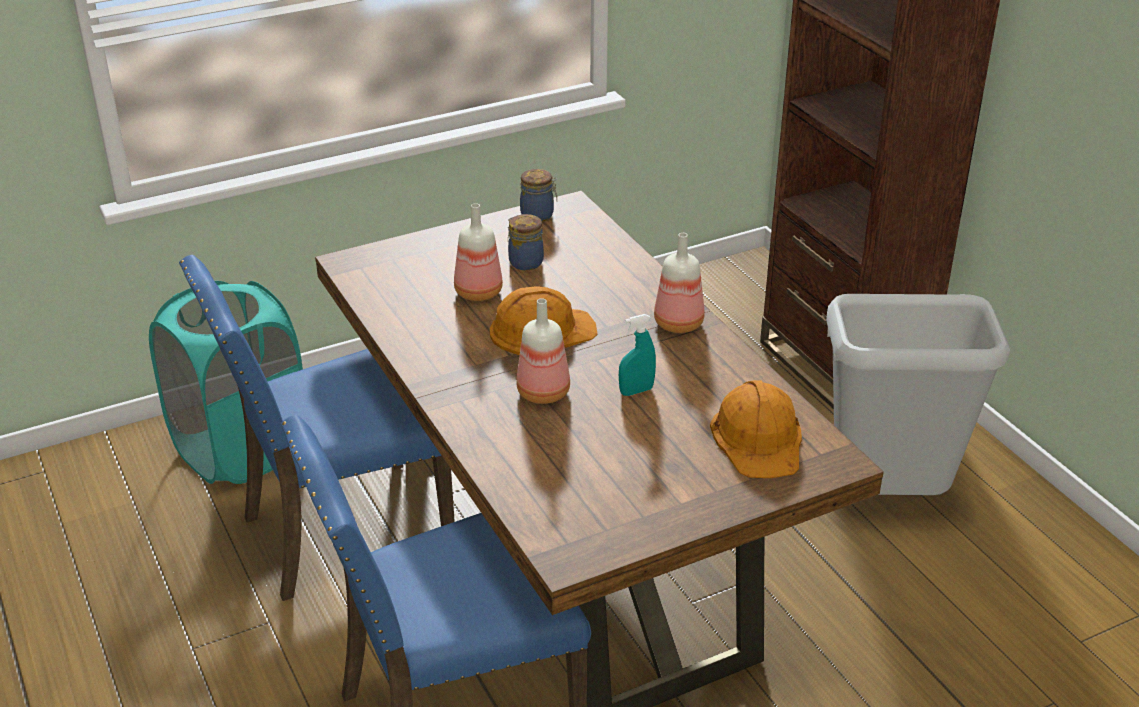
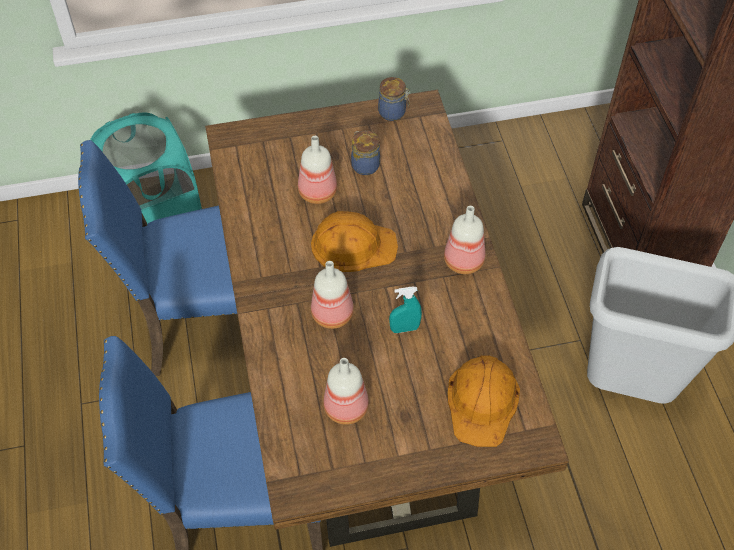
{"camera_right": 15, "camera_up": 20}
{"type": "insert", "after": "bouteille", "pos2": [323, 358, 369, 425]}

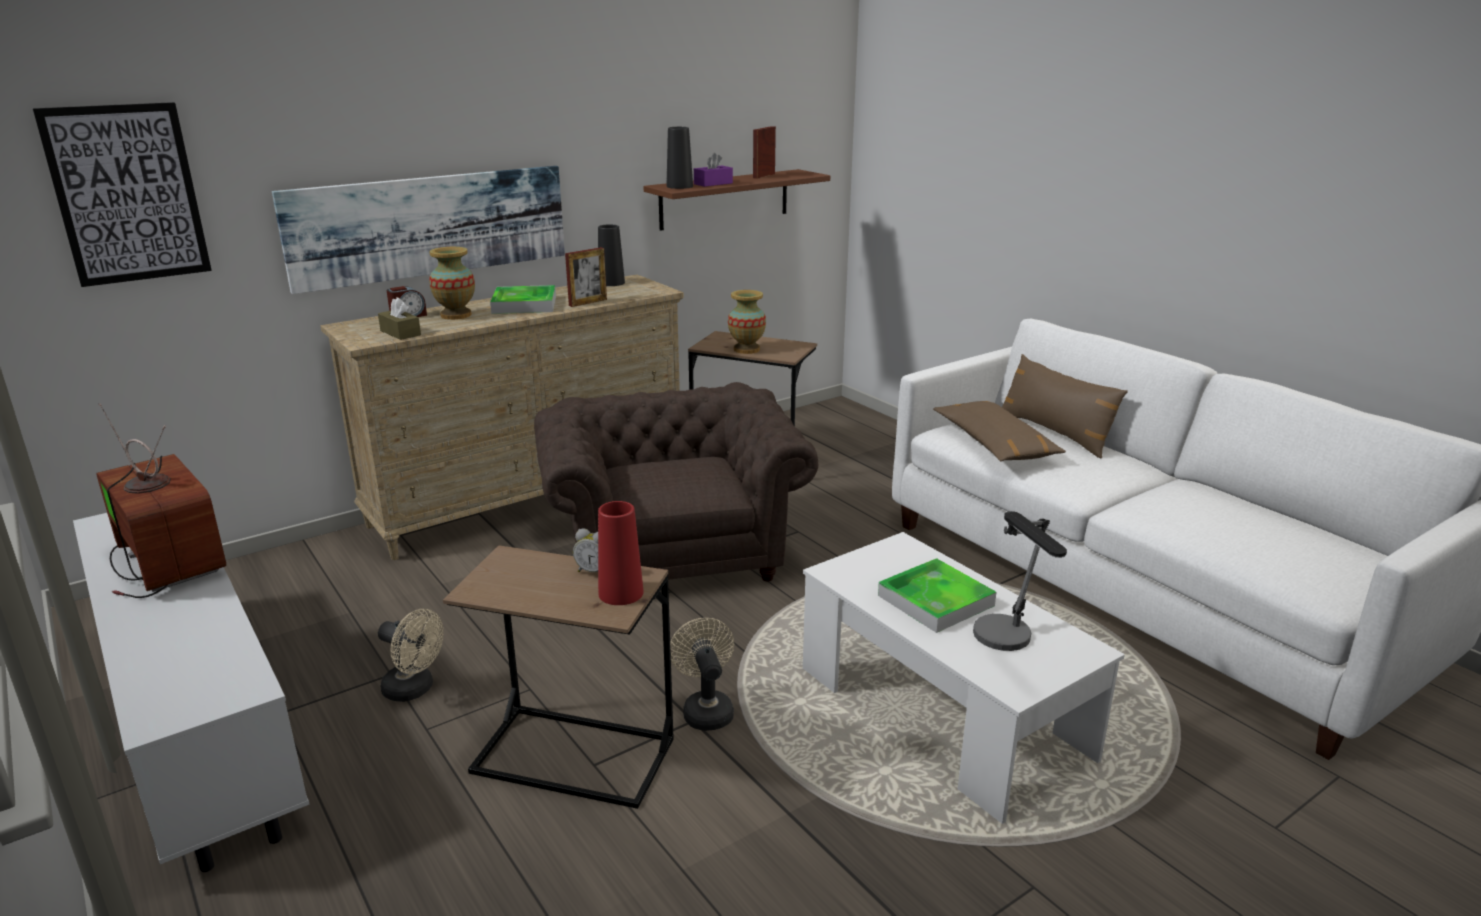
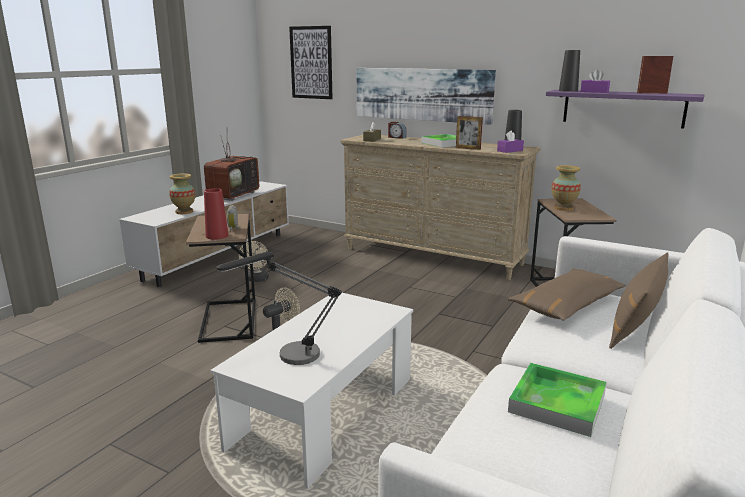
{"camera_right": 65, "camera_up": -5}
{"type": "delete", "before": "fauteuil/marron", "pos1": [534, 382, 818, 582]}
{"type": "insert", "after": "boîte à mouchoirs/violet", "pos2": [497, 130, 524, 153]}
{"type": "move", "before": "vase", "pos1": [429, 247, 475, 320], "pos2": [169, 174, 195, 214]}
{"type": "move", "before": "plateau", "pos1": [878, 558, 997, 633], "pos2": [508, 363, 607, 437]}
{"type": "recolor", "before": "étagère/marron", "after": "étagère/violet", "pos1": [643, 169, 830, 231], "pos2": [546, 90, 705, 129]}

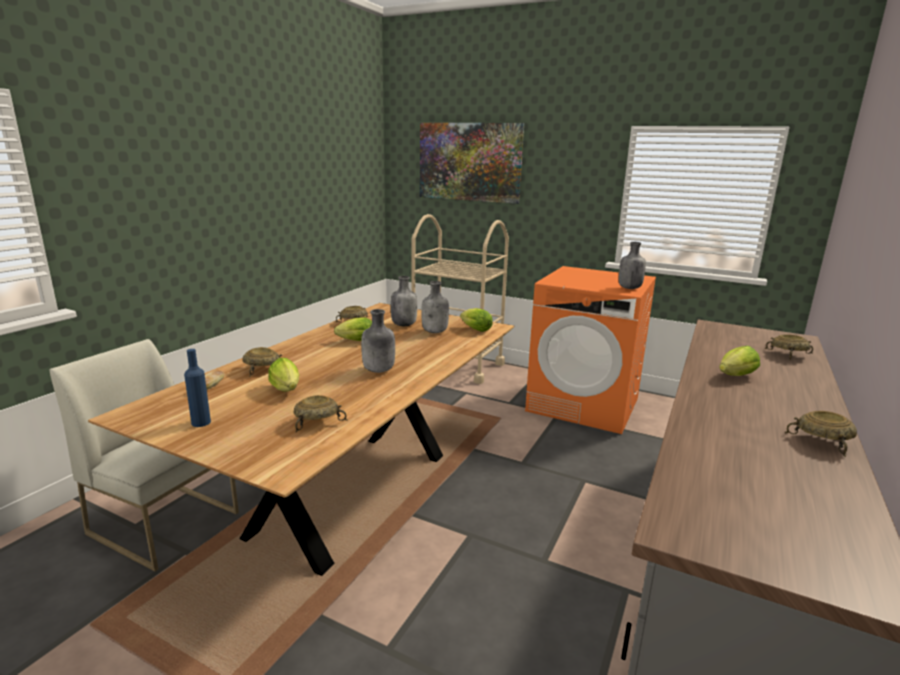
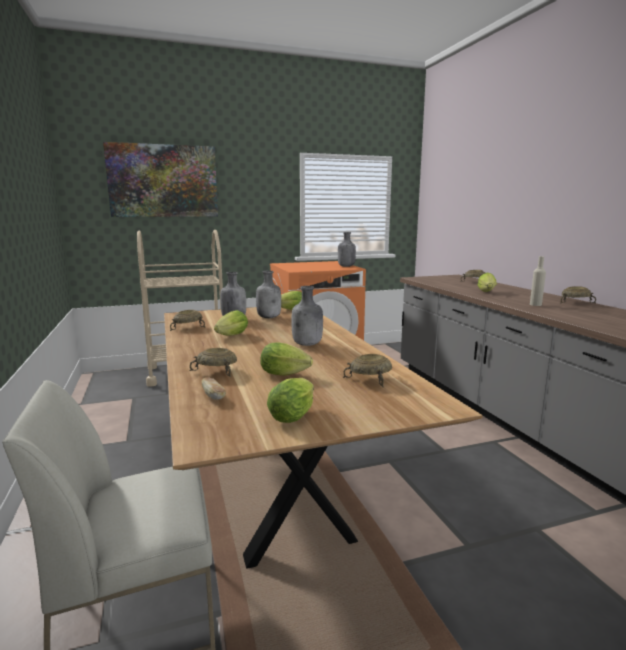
{"camera_right": -45, "camera_up": -5}
{"type": "insert", "after": "bouteille/beige", "pos2": [530, 256, 546, 306]}
{"type": "replace", "before": "bouteille/bleu", "after": "laitue", "pos1": [184, 349, 211, 427], "pos2": [267, 378, 314, 423]}

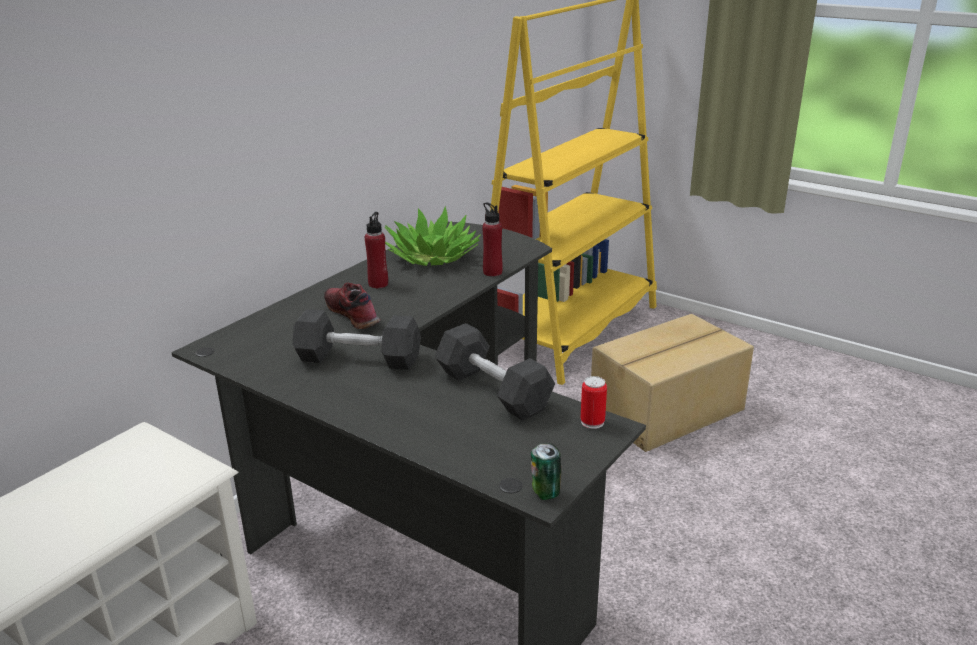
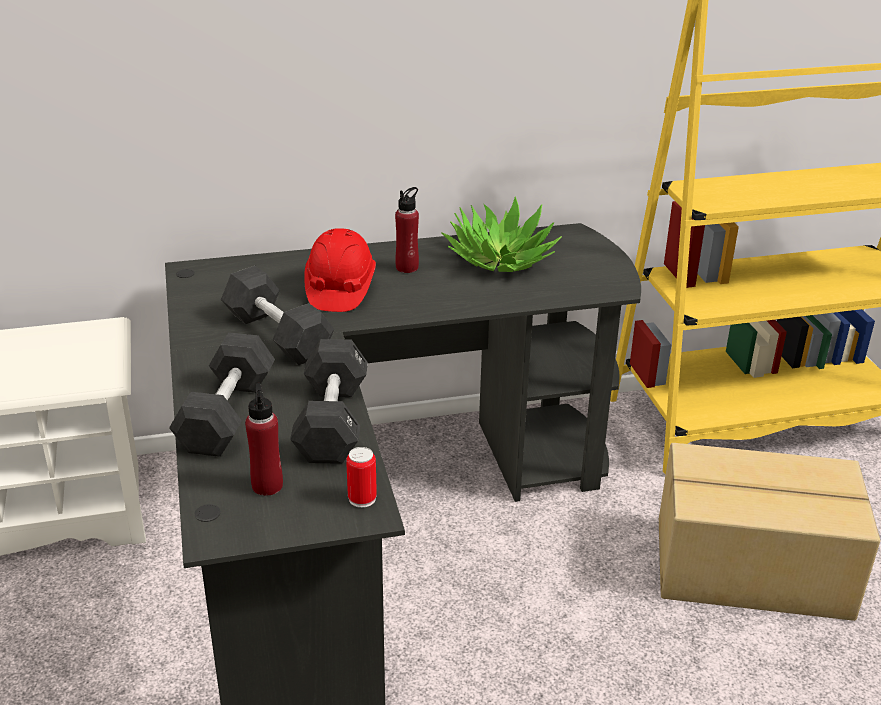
{"camera_right": 40, "camera_up": 5}
{"type": "delete", "before": "boîte métallique", "pos1": [531, 443, 561, 500]}
{"type": "insert", "after": "haltère/gris", "pos2": [169, 333, 275, 457]}
{"type": "move", "before": "bouteille/rouge", "pos1": [482, 202, 503, 276], "pos2": [245, 383, 283, 496]}
{"type": "replace", "before": "chaussure", "after": "casque de chantier/rouge", "pos1": [324, 282, 380, 329], "pos2": [304, 228, 376, 312]}

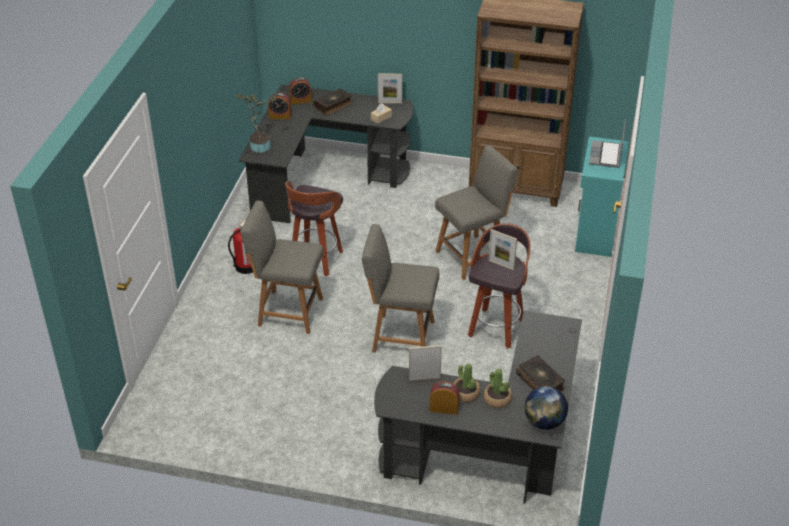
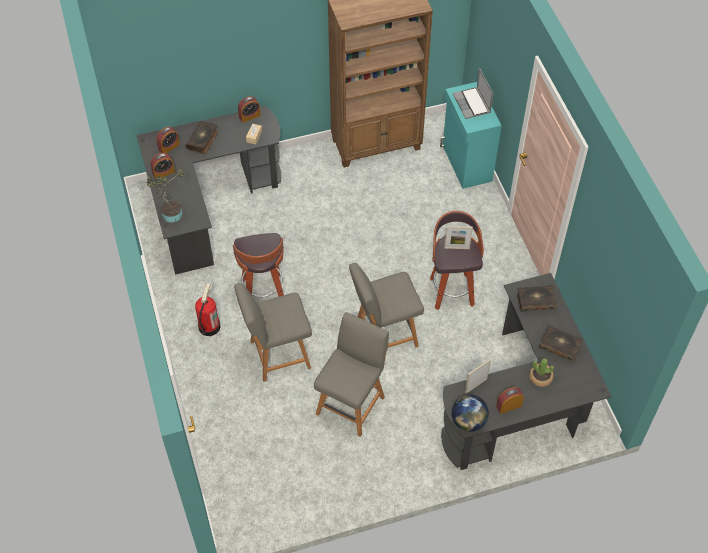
{"camera_right": -30, "camera_up": 15}
{"type": "delete", "before": "plante en pot", "pos1": [453, 363, 480, 402]}
{"type": "insert", "after": "livre", "pos2": [517, 285, 557, 311]}
{"type": "move", "before": "chaise/gris", "pos1": [435, 145, 518, 280], "pos2": [314, 312, 389, 437]}
{"type": "move", "before": "globe", "pos1": [525, 386, 568, 430], "pos2": [452, 395, 489, 432]}
{"type": "replace", "before": "cadre photo", "after": "réveil", "pos1": [378, 74, 402, 103], "pos2": [238, 96, 261, 123]}

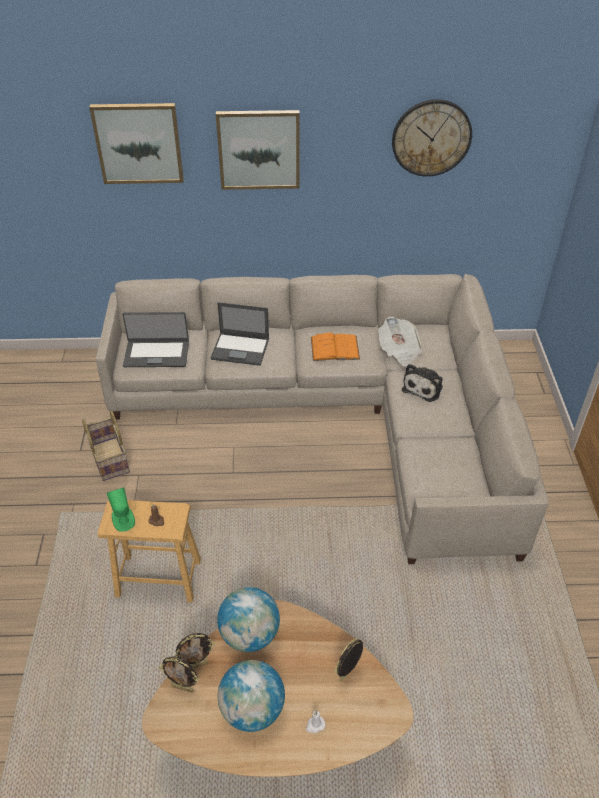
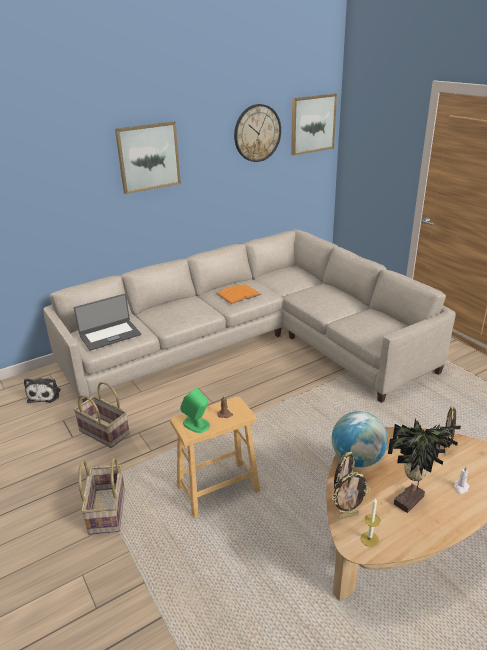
{"camera_right": -30, "camera_up": -15}
{"type": "delete", "before": "ordinateur portable", "pos1": [211, 302, 269, 366]}
{"type": "delete", "before": "journal", "pos1": [378, 316, 423, 367]}
{"type": "insert", "after": "panier", "pos2": [78, 457, 125, 535]}
{"type": "insert", "after": "bougie", "pos2": [361, 497, 380, 547]}
{"type": "move", "before": "tableau", "pos1": [89, 103, 184, 184], "pos2": [291, 94, 337, 155]}
{"type": "move", "before": "peluche", "pos1": [402, 364, 443, 402], "pos2": [24, 378, 60, 403]}
{"type": "replace", "before": "globe", "after": "plante en pot", "pos1": [218, 660, 285, 732], "pos2": [388, 418, 461, 513]}

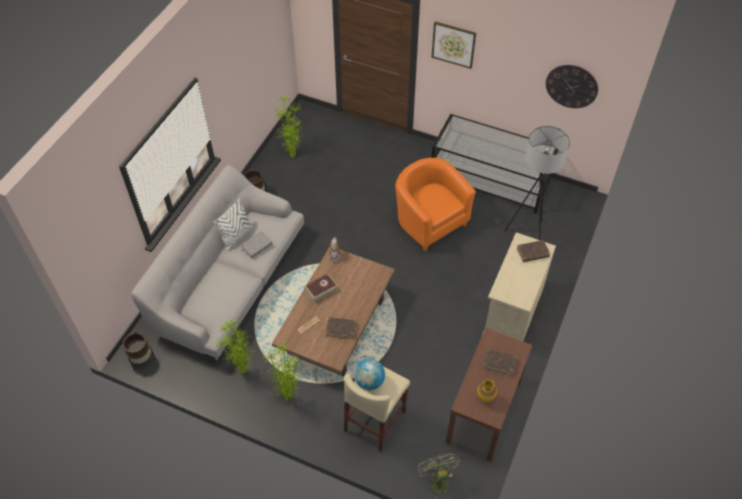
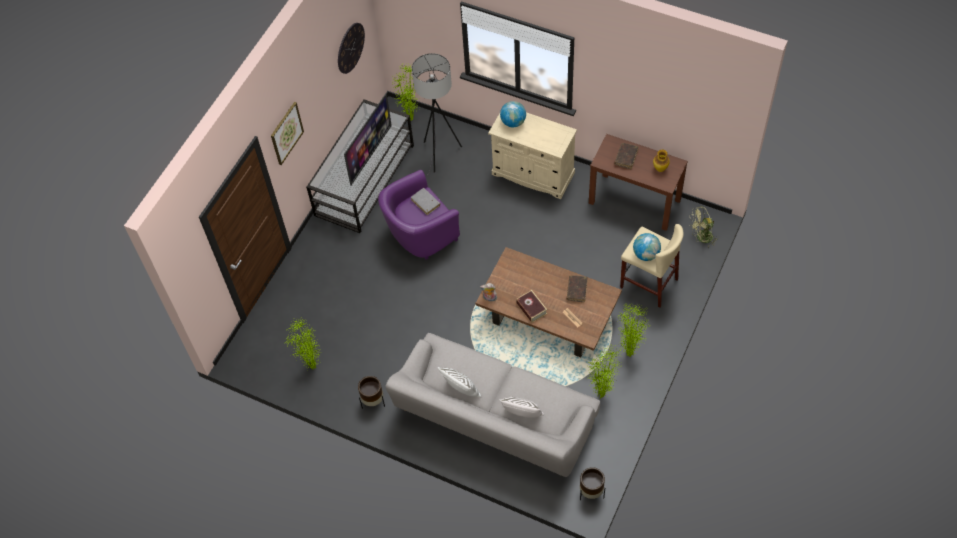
{"camera_right": -85, "camera_up": 5}
{"type": "insert", "after": "téléviseur", "pos2": [344, 93, 392, 186]}
{"type": "insert", "after": "plante en pot", "pos2": [392, 63, 420, 121]}
{"type": "insert", "after": "coussin/blanc", "pos2": [499, 397, 544, 418]}
{"type": "move", "before": "livre/gris", "pos1": [241, 232, 272, 258], "pos2": [411, 188, 440, 215]}
{"type": "replace", "before": "livre/marron", "after": "globe", "pos1": [517, 240, 550, 262], "pos2": [500, 101, 526, 127]}
{"type": "recolor", "before": "fauteuil/orange", "after": "fauteuil/violet", "pos1": [395, 158, 476, 251], "pos2": [378, 170, 460, 260]}

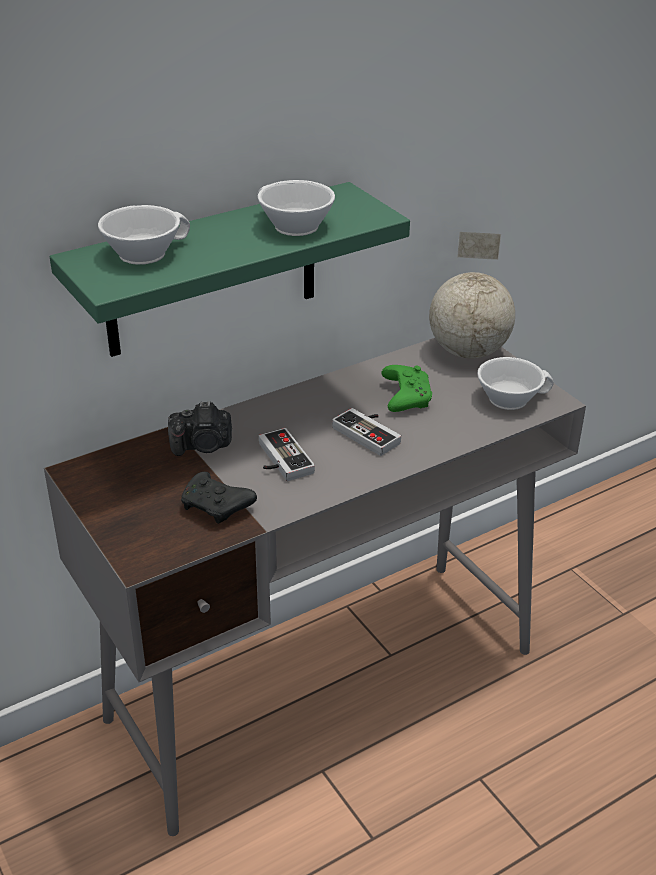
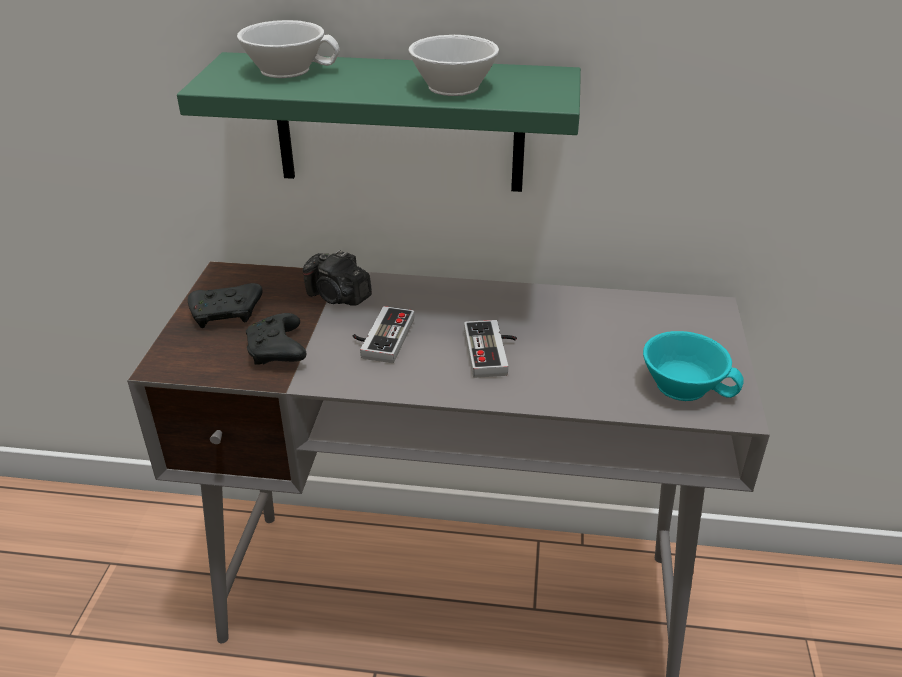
{"camera_right": 40, "camera_up": 0}
{"type": "delete", "before": "manette/vert", "pos1": [381, 365, 432, 412]}
{"type": "delete", "before": "globe", "pos1": [429, 232, 515, 359]}
{"type": "insert", "after": "manette/noir", "pos2": [188, 283, 263, 328]}
{"type": "recolor", "before": "tasse/blanc", "after": "tasse/turquoise", "pos1": [477, 357, 554, 410], "pos2": [643, 331, 744, 401]}

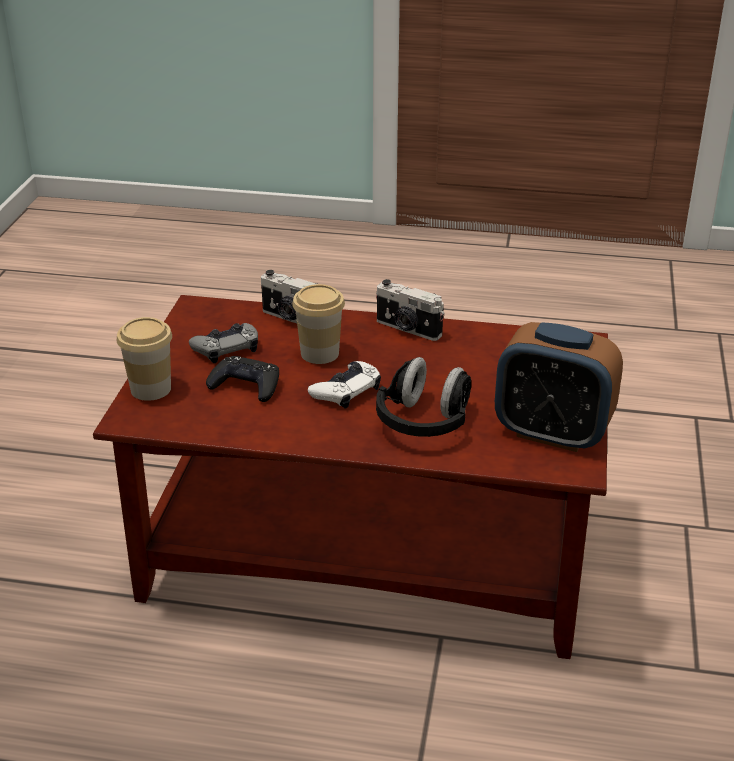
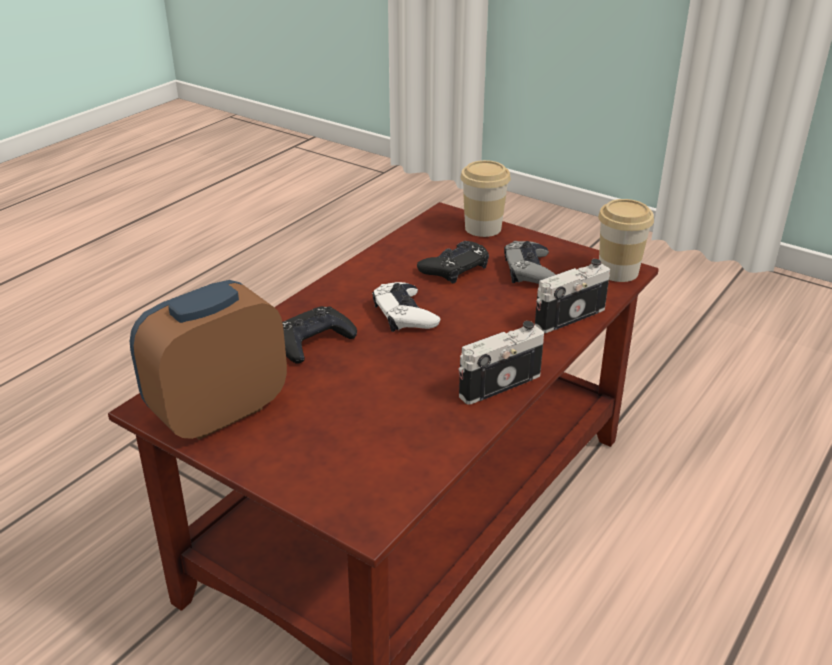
{"camera_right": 115, "camera_up": 0}
{"type": "move", "before": "tasse", "pos1": [292, 284, 345, 364], "pos2": [598, 199, 654, 282]}
{"type": "replace", "before": "casque audio/noir", "after": "manette/noir", "pos1": [376, 357, 471, 437], "pos2": [282, 306, 357, 364]}

